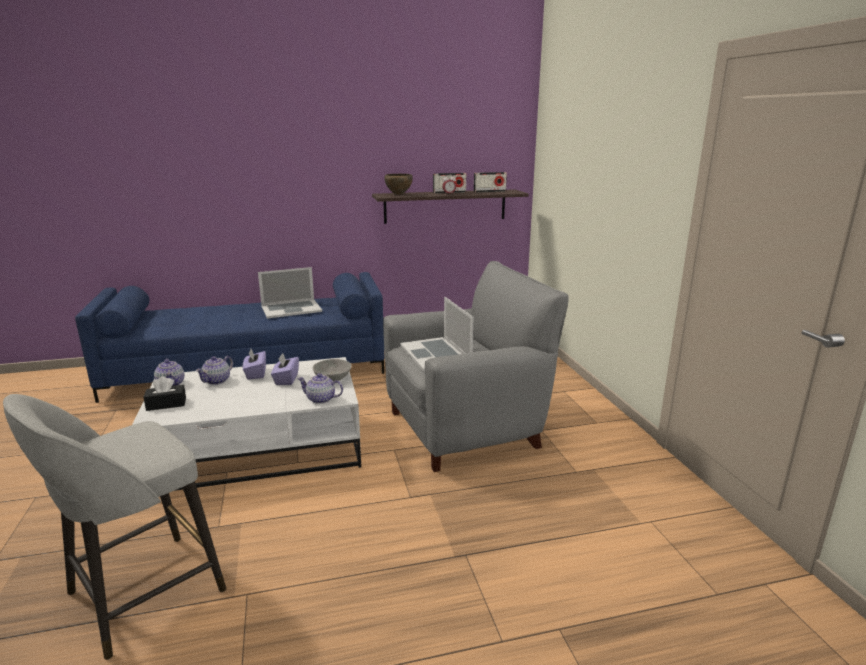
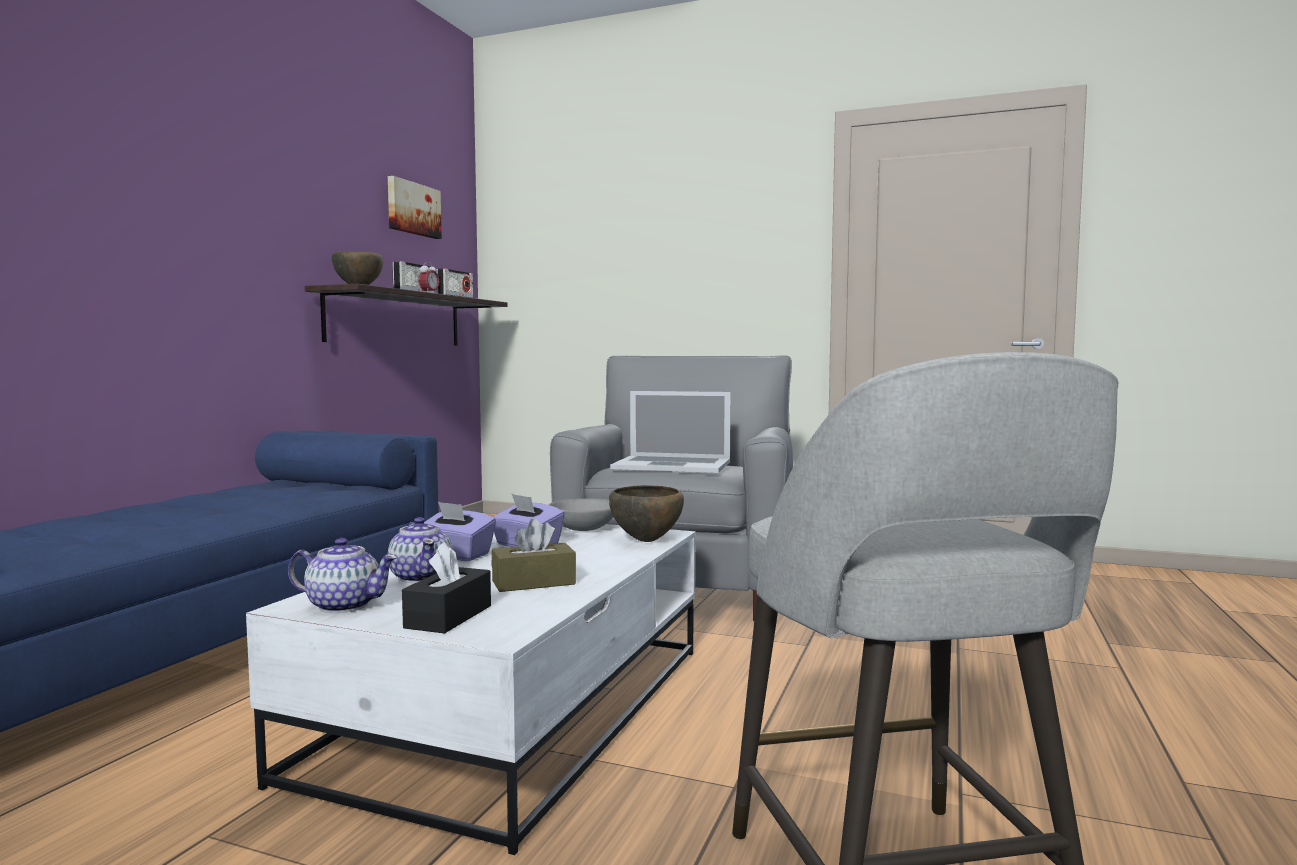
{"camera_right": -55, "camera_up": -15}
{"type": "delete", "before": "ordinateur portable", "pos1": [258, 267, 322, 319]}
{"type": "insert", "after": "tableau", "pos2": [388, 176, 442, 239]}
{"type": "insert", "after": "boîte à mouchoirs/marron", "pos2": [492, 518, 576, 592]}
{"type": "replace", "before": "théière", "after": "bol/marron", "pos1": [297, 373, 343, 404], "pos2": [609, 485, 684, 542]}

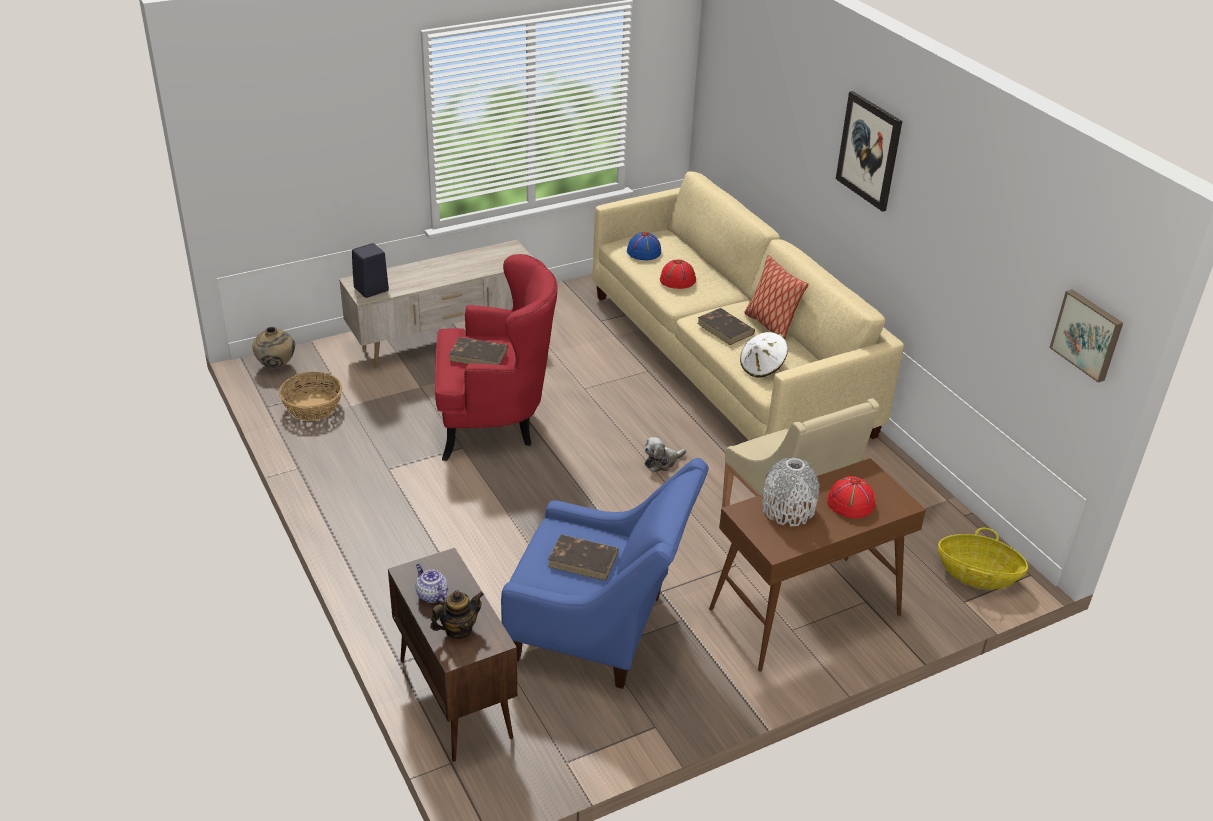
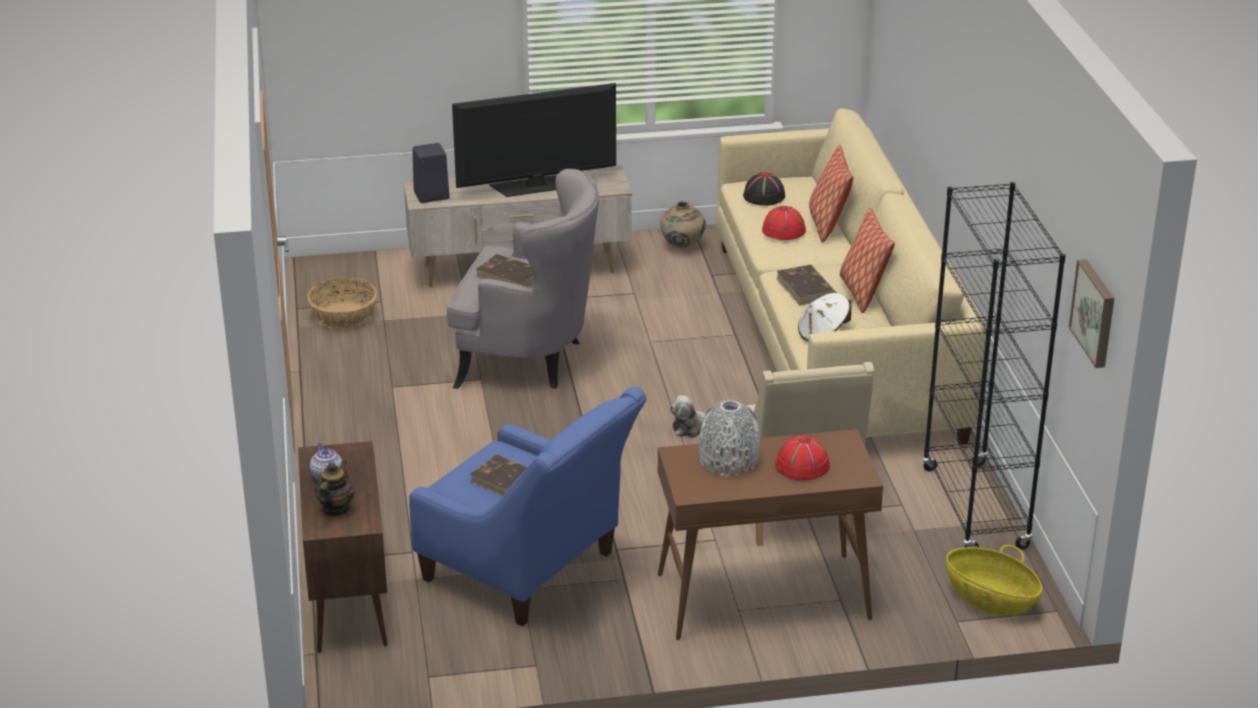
{"camera_right": 20, "camera_up": -5}
{"type": "delete", "before": "tableau", "pos1": [836, 91, 902, 212]}
{"type": "insert", "after": "téléviseur", "pos2": [452, 83, 616, 197]}
{"type": "insert", "after": "coussin", "pos2": [809, 145, 854, 243]}
{"type": "insert", "after": "bibliothèque/noir", "pos2": [922, 182, 1066, 549]}
{"type": "move", "before": "vase/beige", "pos1": [252, 327, 295, 368], "pos2": [660, 201, 706, 248]}
{"type": "recolor", "before": "fauteuil/rouge", "after": "fauteuil/gris", "pos1": [435, 254, 558, 461], "pos2": [447, 169, 599, 389]}
{"type": "recolor", "before": "chapeau/bleu", "after": "chapeau/noir", "pos1": [627, 232, 661, 260], "pos2": [743, 172, 785, 206]}
{"type": "rotate", "before": "théière", "pos1": [430, 590, 484, 639], "pos2": [315, 460, 354, 516], "turn": -60}

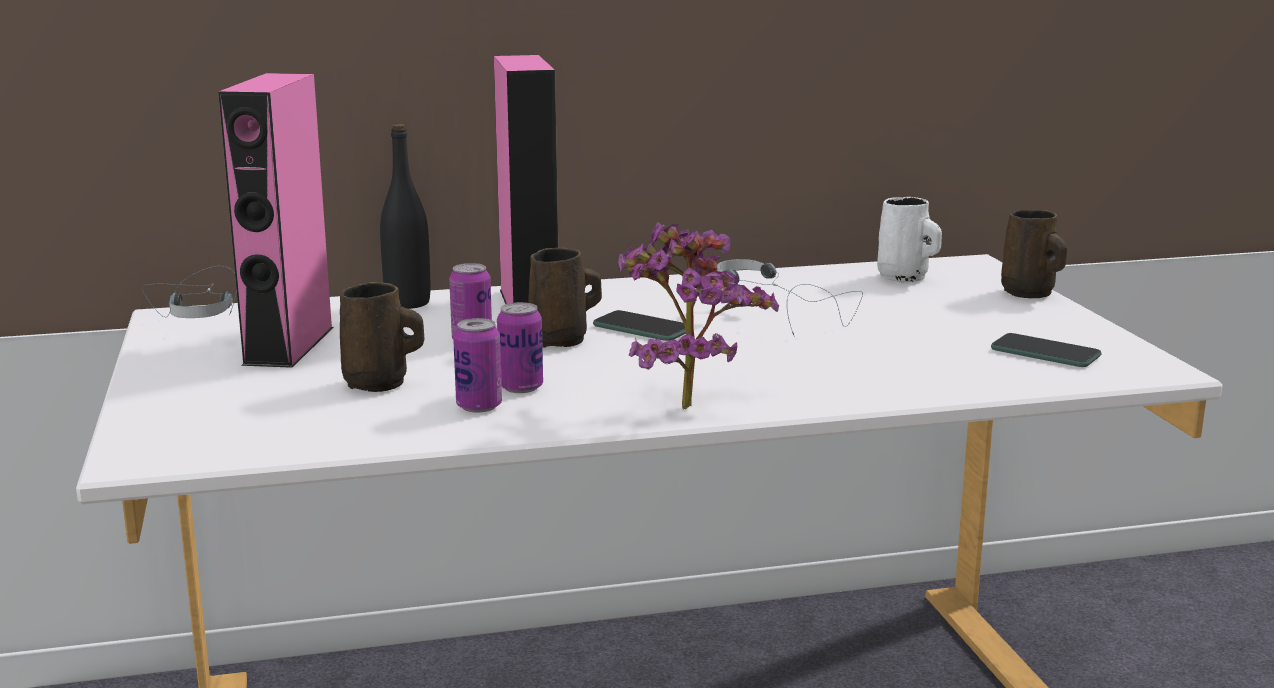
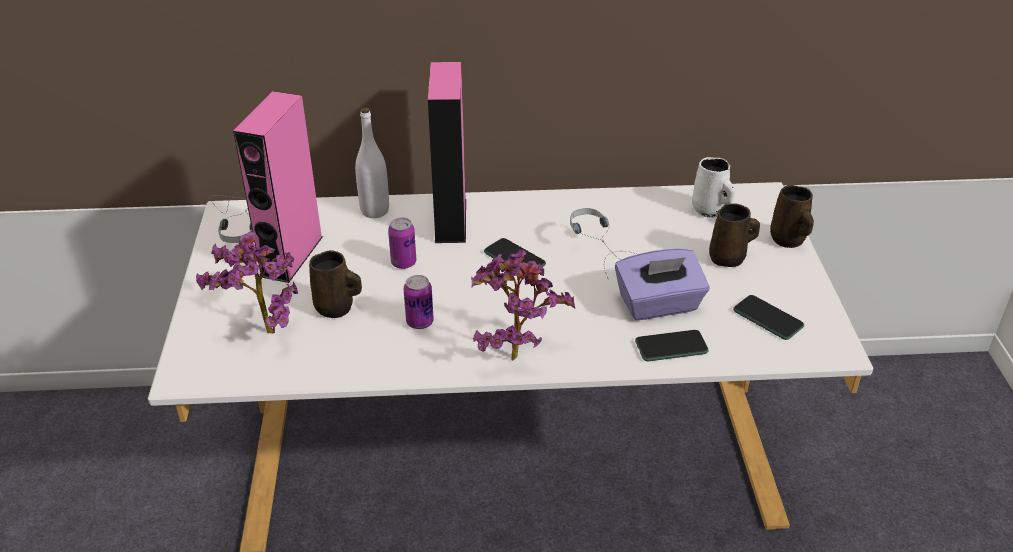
{"camera_right": 10, "camera_up": 20}
{"type": "delete", "before": "boîte métallique", "pos1": [453, 318, 502, 412]}
{"type": "insert", "after": "plante en pot", "pos2": [196, 233, 298, 334]}
{"type": "insert", "after": "boîte à mouchoirs/violet", "pos2": [615, 249, 710, 320]}
{"type": "insert", "after": "téléphone", "pos2": [635, 330, 709, 361]}
{"type": "move", "before": "mug/marron", "pos1": [529, 248, 602, 348], "pos2": [709, 203, 760, 267]}
{"type": "recolor", "before": "bouteille/noir", "after": "bouteille/blanc", "pos1": [380, 124, 430, 309], "pos2": [355, 108, 389, 218]}

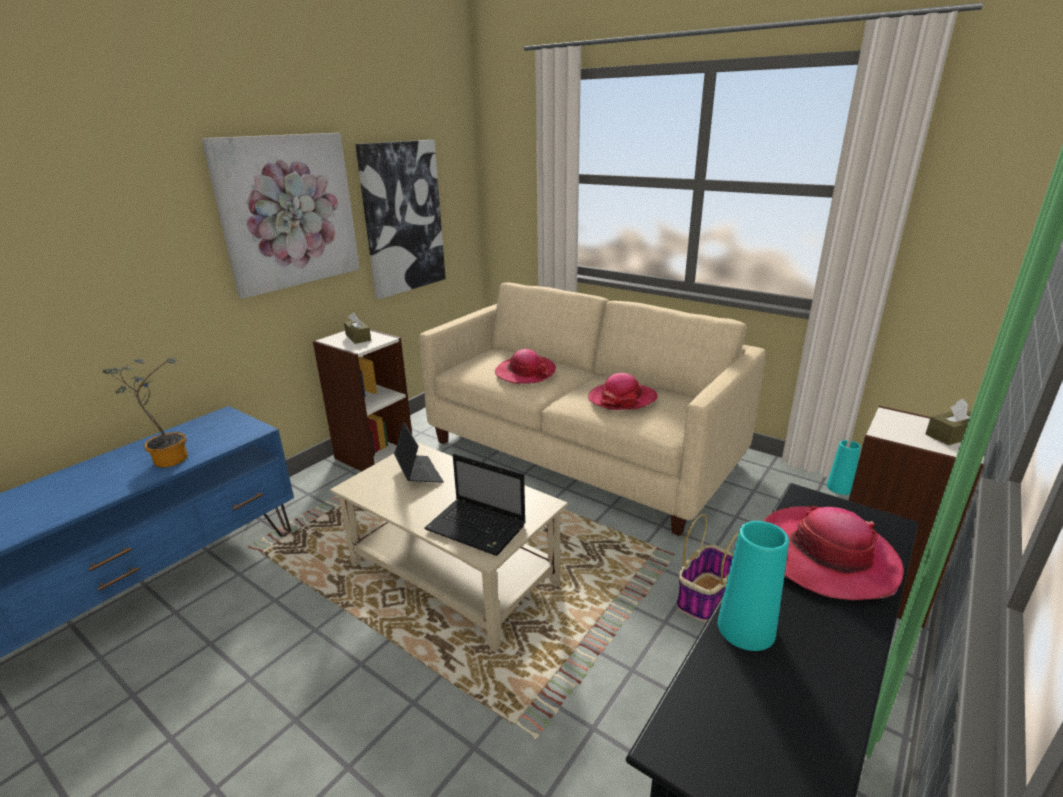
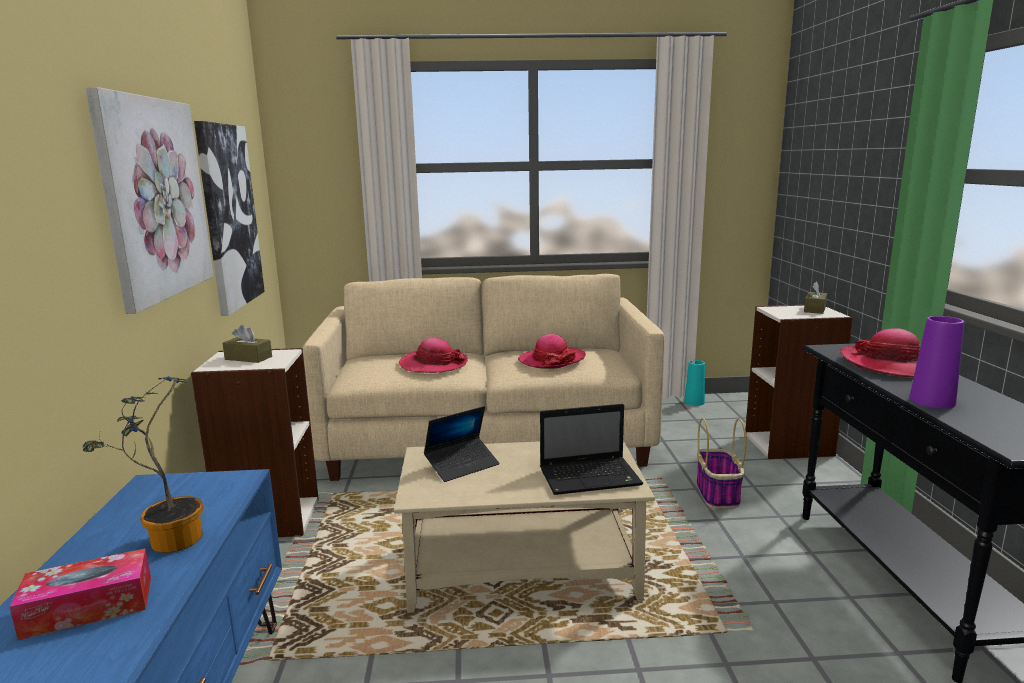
{"camera_right": -40, "camera_up": -10}
{"type": "insert", "after": "boîte à mouchoirs", "pos2": [9, 549, 151, 640]}
{"type": "recolor", "before": "vase/turquoise", "after": "vase/violet", "pos1": [718, 521, 789, 651], "pos2": [909, 316, 964, 409]}
{"type": "rotate", "before": "ordinateur portable", "pos1": [394, 422, 444, 483], "pos2": [424, 406, 499, 482], "turn": 120}

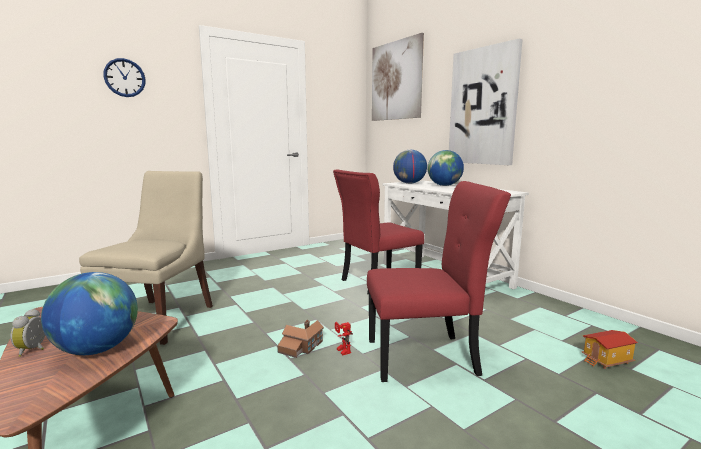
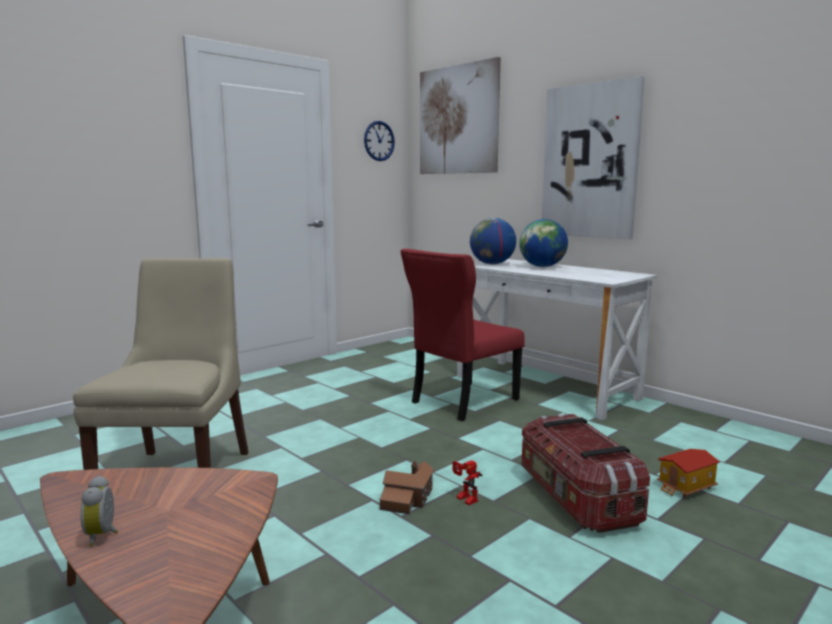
{"camera_right": -10, "camera_up": 0}
{"type": "delete", "before": "globe", "pos1": [41, 272, 138, 355]}
{"type": "move", "before": "horloge murale", "pos1": [103, 58, 146, 97], "pos2": [364, 121, 395, 161]}
{"type": "move", "before": "maison miniature", "pos1": [581, 330, 638, 369], "pos2": [657, 449, 720, 497]}
{"type": "replace", "before": "chaise/rouge", "after": "boîte de rangement", "pos1": [367, 181, 511, 382], "pos2": [522, 414, 650, 533]}

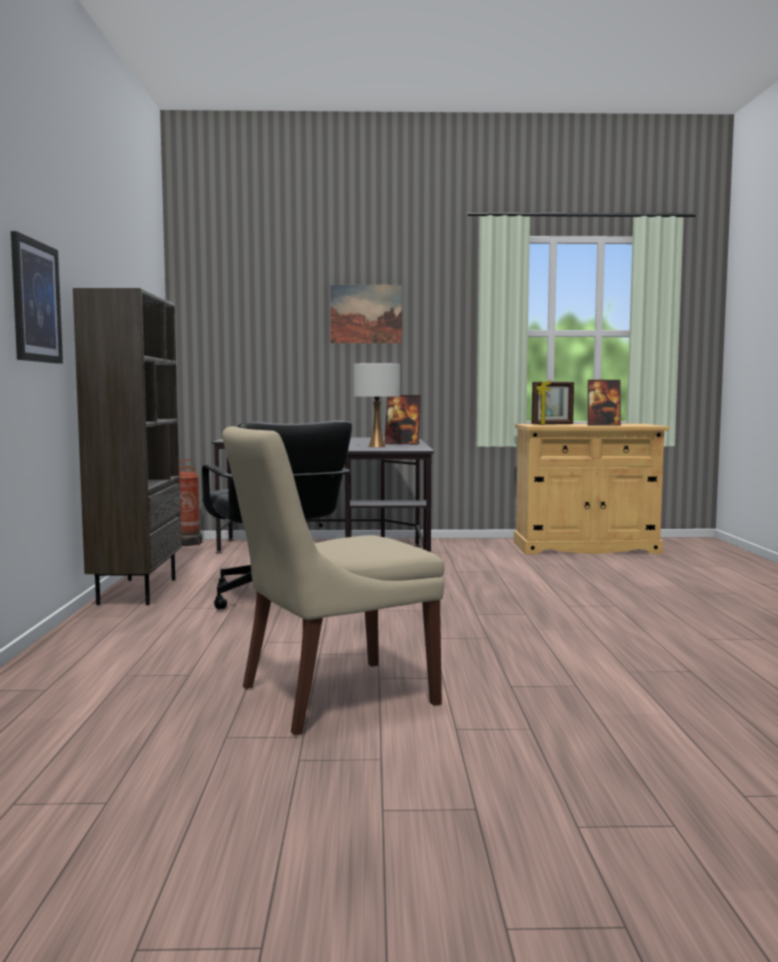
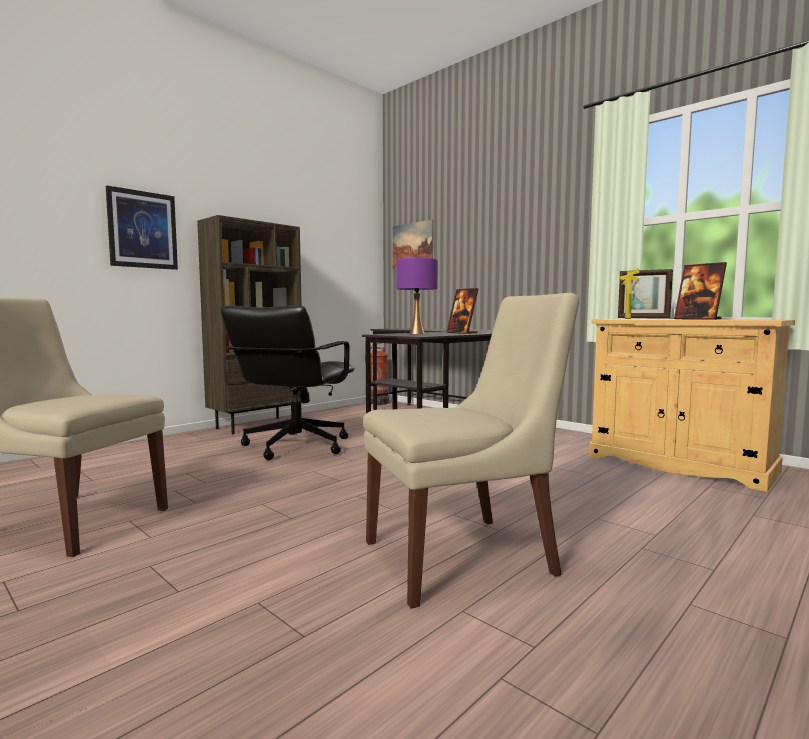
{"camera_right": 45, "camera_up": 0}
{"type": "insert", "after": "chaise/beige", "pos2": [363, 293, 579, 609]}
{"type": "move", "before": "tableau", "pos1": [330, 285, 402, 343], "pos2": [393, 220, 433, 269]}
{"type": "recolor", "before": "lampe de table/blanc", "after": "lampe de table/violet", "pos1": [354, 363, 400, 447], "pos2": [397, 258, 438, 334]}

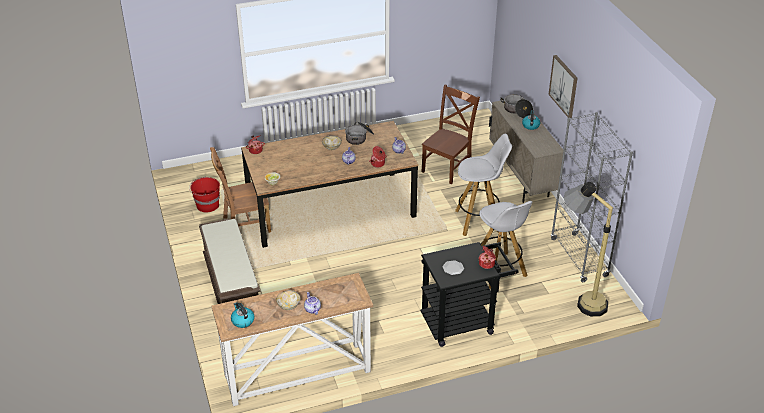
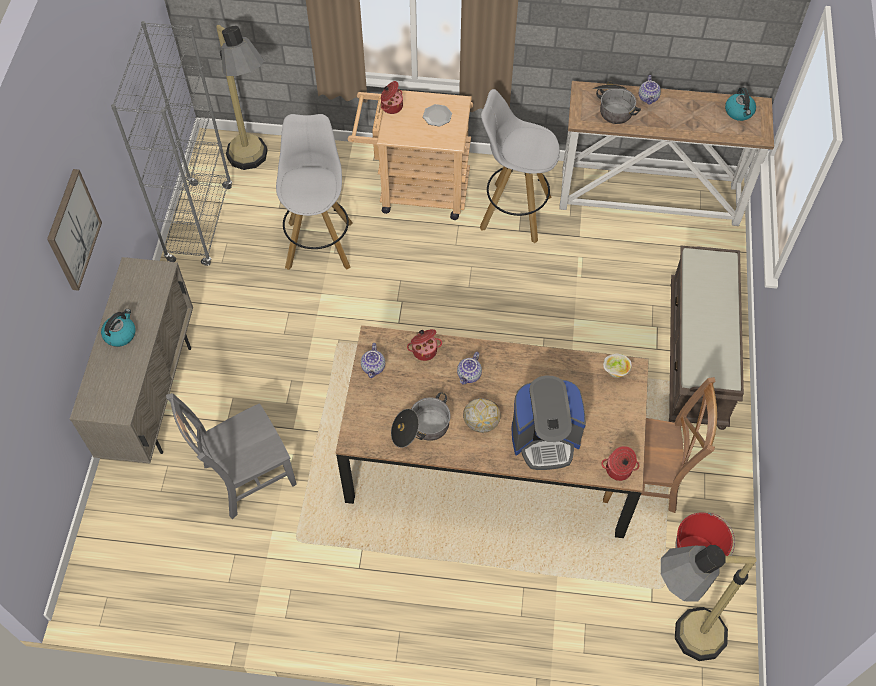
{"camera_right": -155, "camera_up": 20}
{"type": "delete", "before": "bol", "pos1": [276, 290, 301, 310]}
{"type": "insert", "after": "machine à café", "pos2": [512, 376, 586, 470]}
{"type": "insert", "after": "lampadaire", "pos2": [661, 545, 757, 661]}
{"type": "move", "before": "tabouret/blanc", "pos1": [455, 134, 512, 236], "pos2": [480, 89, 560, 243]}
{"type": "move", "before": "marmite", "pos1": [500, 94, 533, 118], "pos2": [593, 82, 641, 124]}
{"type": "recolor", "before": "chariot/noir", "after": "chariot/beige", "pos1": [420, 242, 519, 347], "pos2": [348, 90, 473, 220]}
{"type": "recolor", "before": "chaise/marron", "after": "chaise/gris", "pos1": [421, 85, 480, 184], "pos2": [166, 393, 297, 519]}

